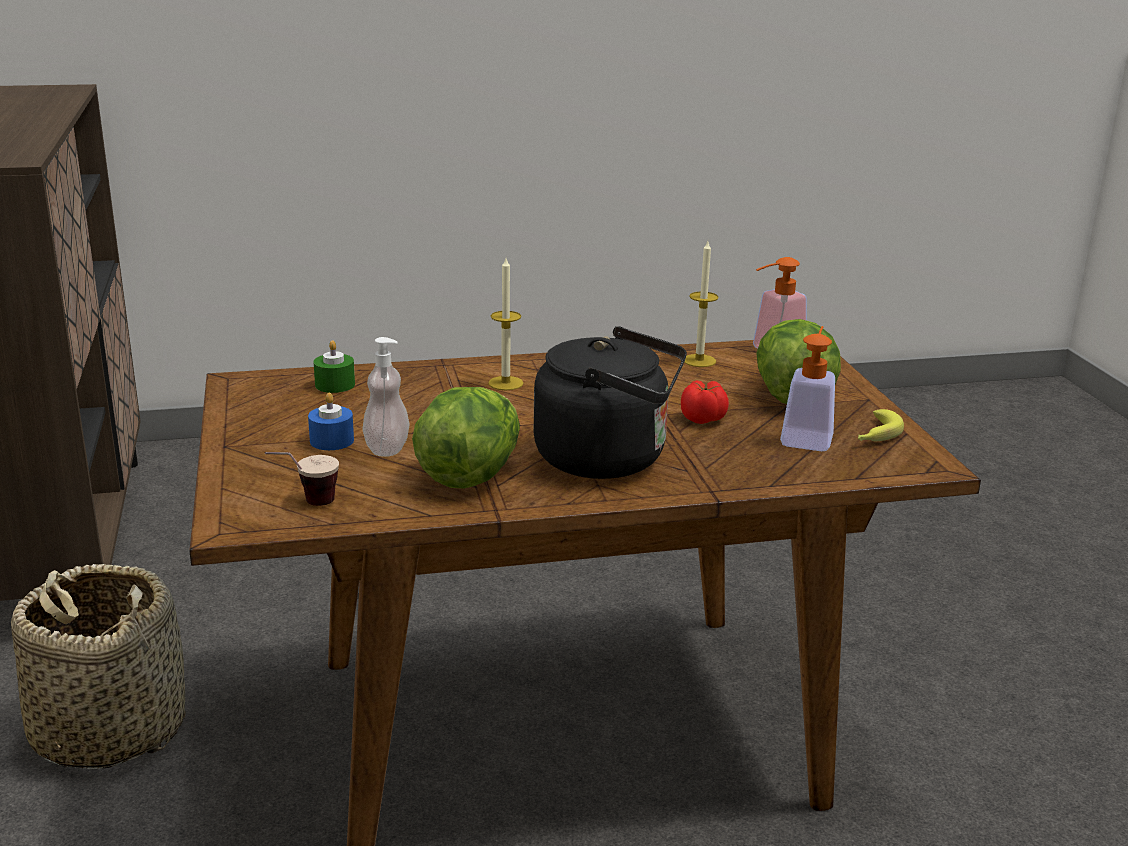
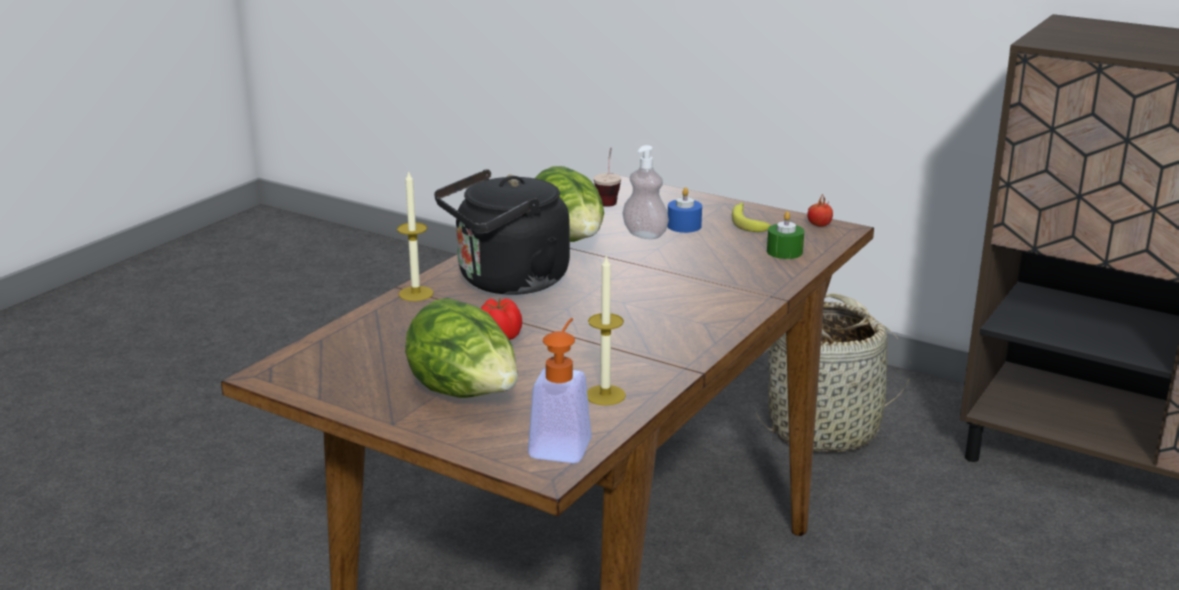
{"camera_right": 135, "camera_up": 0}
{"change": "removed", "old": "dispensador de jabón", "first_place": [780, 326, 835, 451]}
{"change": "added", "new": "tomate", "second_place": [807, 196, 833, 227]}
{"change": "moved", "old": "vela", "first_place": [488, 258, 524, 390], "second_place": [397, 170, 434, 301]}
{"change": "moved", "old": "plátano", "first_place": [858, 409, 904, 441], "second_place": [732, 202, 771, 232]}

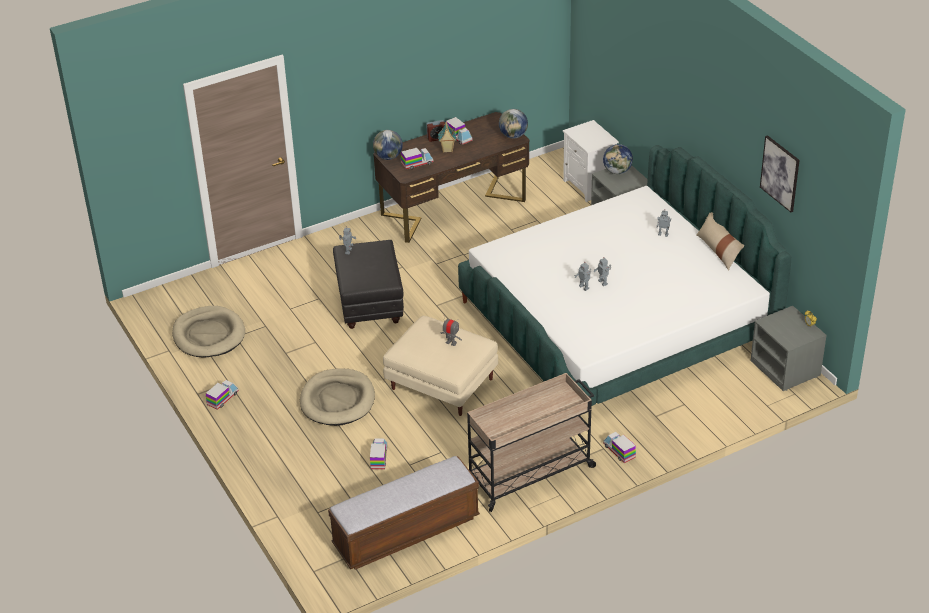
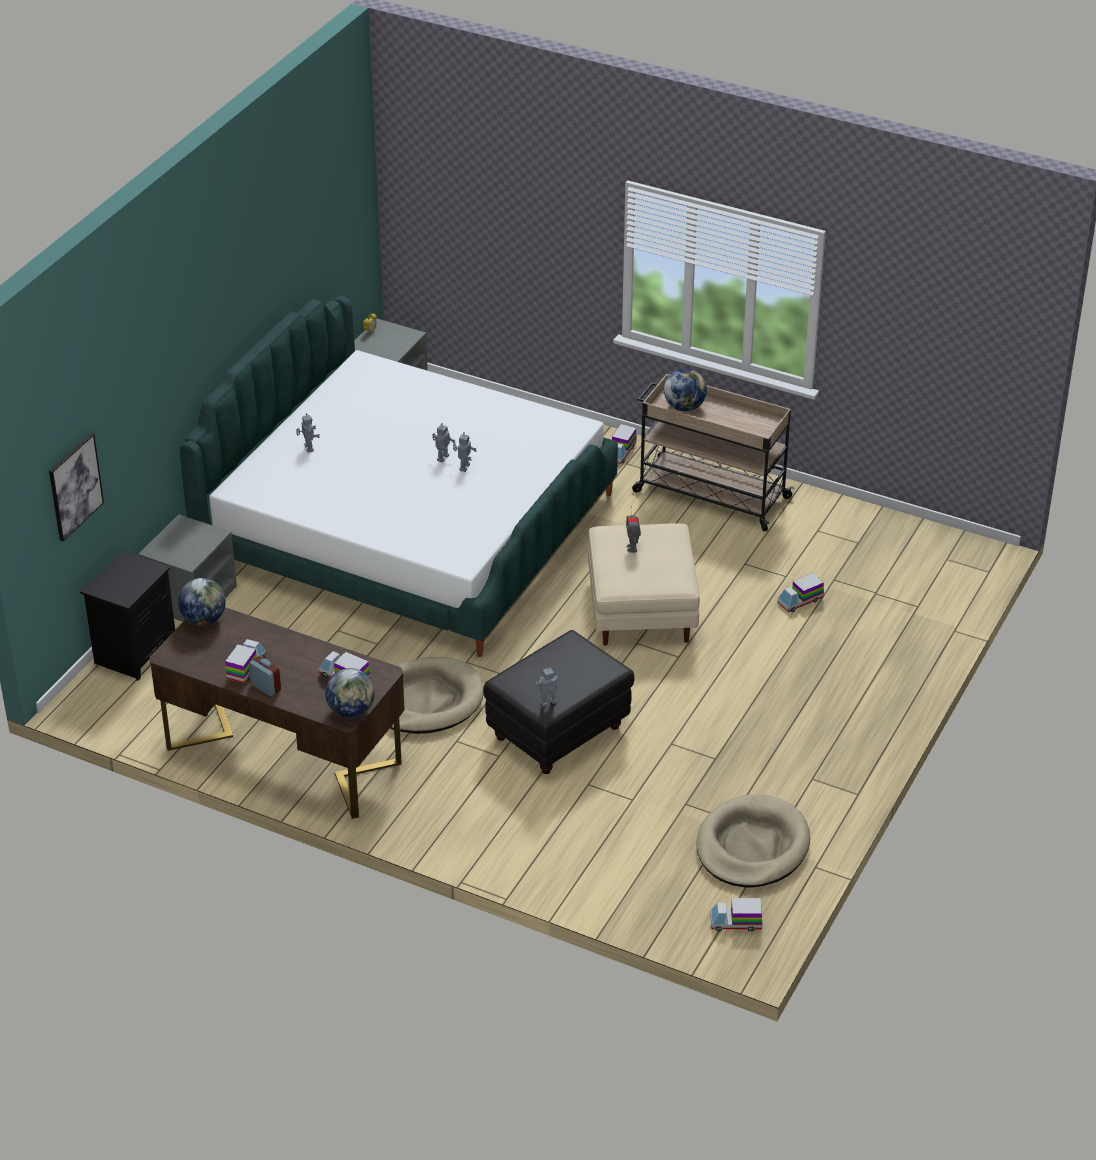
{"camera_right": -125, "camera_up": 0}
{"change": "removed", "old": "banco", "first_place": [328, 456, 480, 570]}
{"change": "removed", "old": "casita", "first_place": [438, 122, 456, 153]}
{"change": "removed", "old": "cojín [beis]", "first_place": [696, 212, 744, 270]}
{"change": "moved", "old": "camión de juguete", "first_place": [206, 380, 239, 410], "second_place": [710, 898, 762, 931]}
{"change": "moved", "old": "cama para perro [beis]", "first_place": [300, 368, 375, 426], "second_place": [390, 657, 484, 734]}
{"change": "moved", "old": "globo terráqueo", "first_place": [603, 144, 633, 174], "second_place": [664, 369, 707, 411]}
{"change": "moved", "old": "cuadro", "first_place": [760, 135, 800, 212], "second_place": [49, 433, 104, 541]}
{"change": "recoloured", "old": "mesita de noche [blanco]", "new": "mesita de noche [negro]", "first_place": [563, 120, 619, 202], "second_place": [80, 551, 175, 681]}

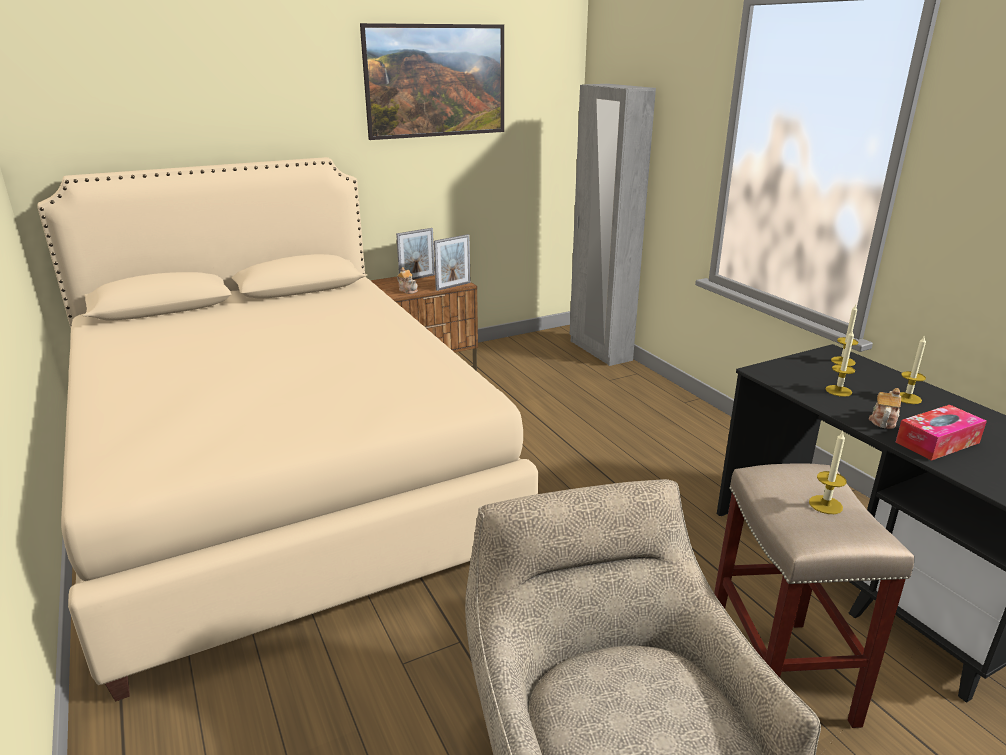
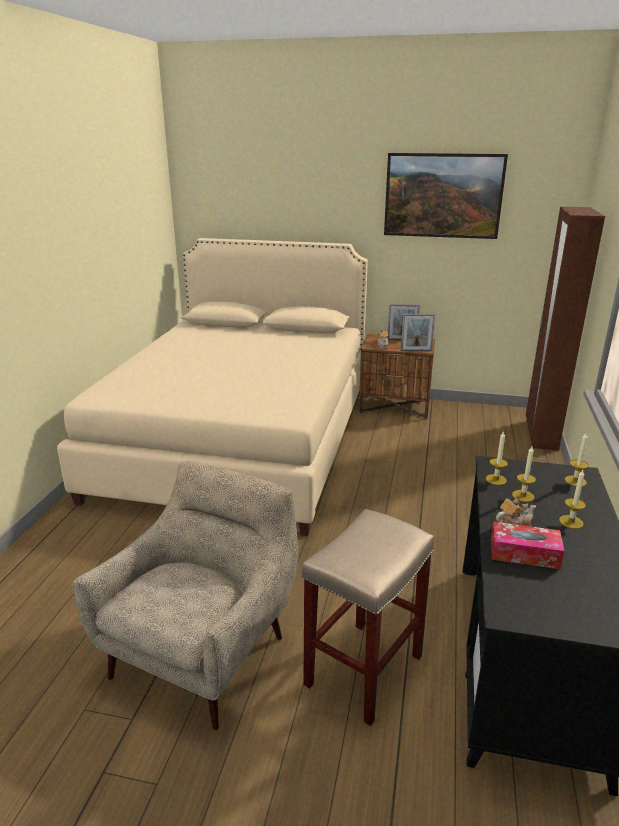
{"camera_right": 40, "camera_up": 0}
{"change": "moved", "old": "vela", "first_place": [809, 431, 847, 514], "second_place": [486, 431, 508, 485]}
{"change": "recoloured", "old": "armario ropero [gris]", "new": "armario ropero [marrón]", "first_place": [570, 84, 656, 366], "second_place": [526, 207, 605, 451]}

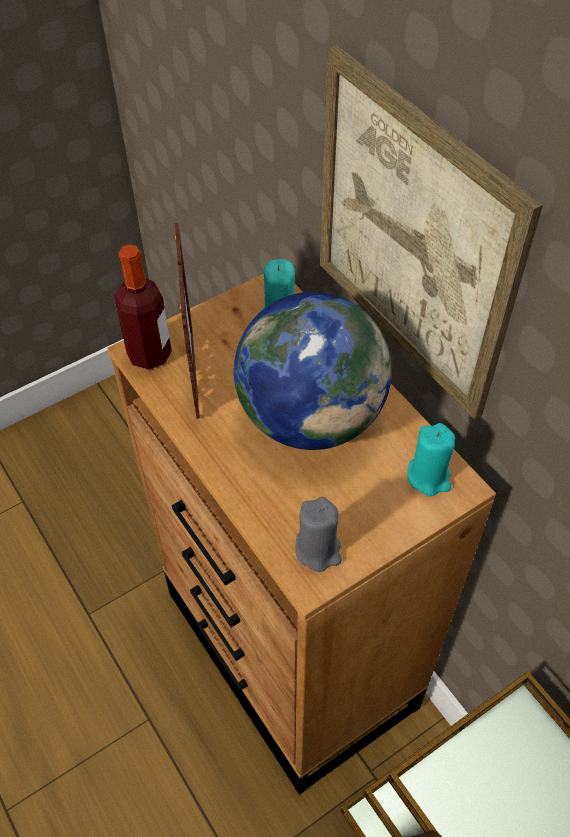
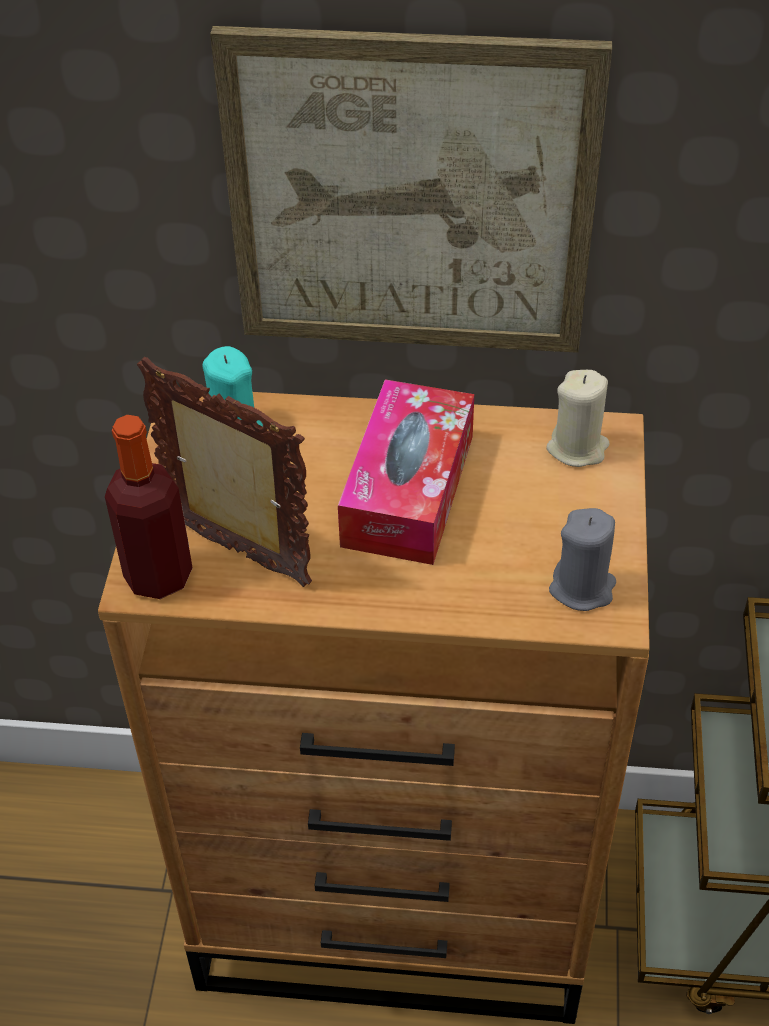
{"camera_right": -50, "camera_up": -5}
{"change": "replaced", "old": "globo terráqueo", "new": "caja de pañuelos", "first_place": [234, 292, 392, 450], "second_place": [338, 379, 474, 565]}
{"change": "recoloured", "old": "vela [turquesa]", "new": "vela [beis]", "first_place": [408, 423, 455, 496], "second_place": [547, 370, 609, 467]}

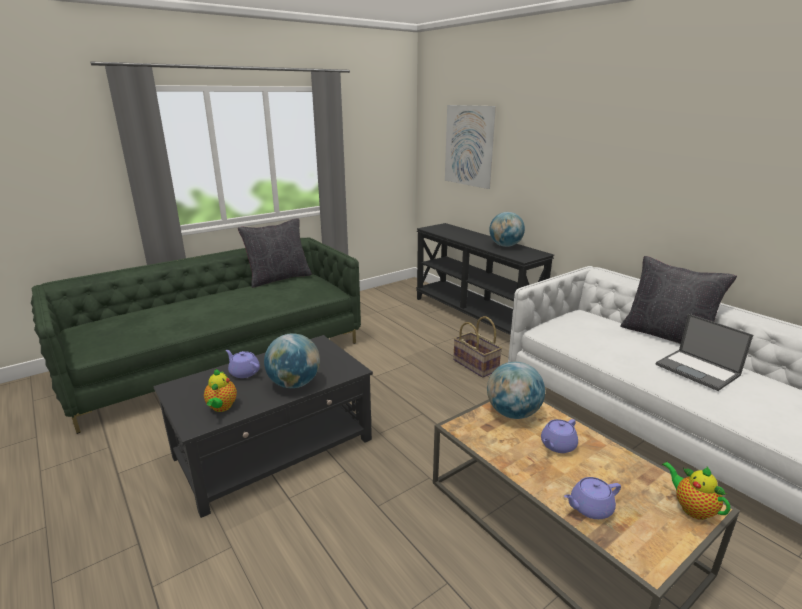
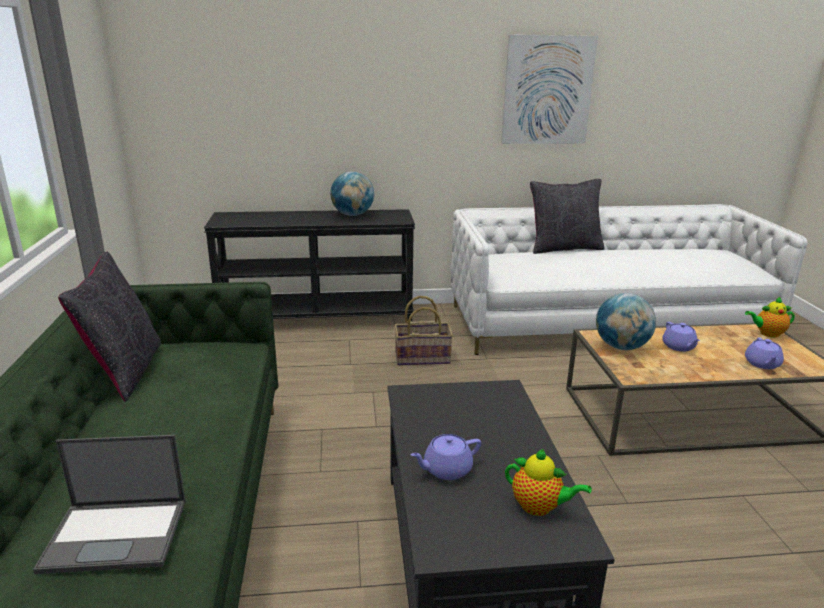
{"camera_right": -60, "camera_up": 0}
{"change": "removed", "old": "globo terráqueo", "first_place": [264, 333, 320, 388]}
{"change": "moved", "old": "cuadro", "first_place": [445, 105, 496, 189], "second_place": [501, 35, 598, 144]}
{"change": "moved", "old": "portátil", "first_place": [655, 314, 753, 391], "second_place": [33, 435, 186, 574]}

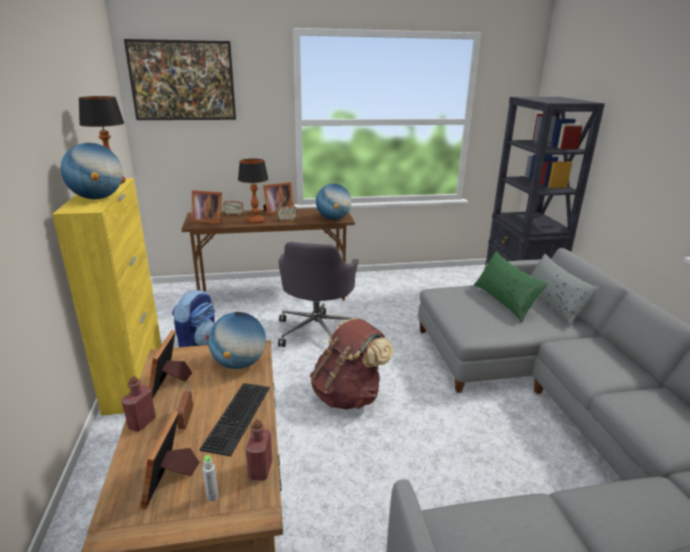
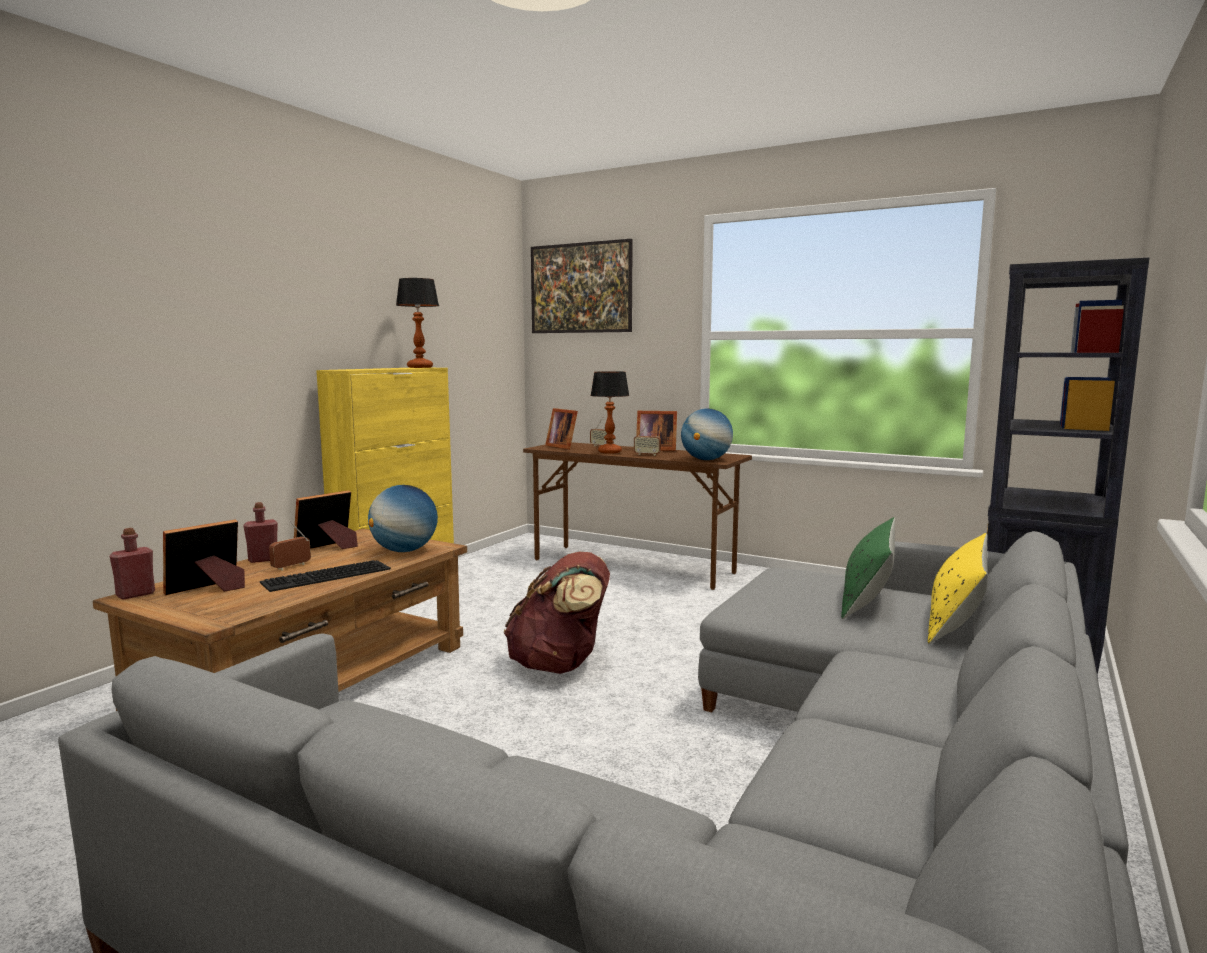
{"camera_right": 40, "camera_up": -15}
{"change": "removed", "old": "globo terráqueo", "first_place": [61, 143, 123, 199]}
{"change": "removed", "old": "mochila", "first_place": [172, 290, 215, 347]}
{"change": "removed", "old": "botella [gris]", "first_place": [203, 455, 218, 501]}
{"change": "removed", "old": "silla de oficina [gris]", "first_place": [278, 242, 359, 347]}
{"change": "moved", "old": "botella [rojo]", "first_place": [246, 420, 272, 481], "second_place": [109, 528, 155, 600]}
{"change": "recoloured", "old": "cojín [gris]", "new": "cojín [amarillo]", "first_place": [530, 254, 599, 326], "second_place": [928, 533, 988, 644]}

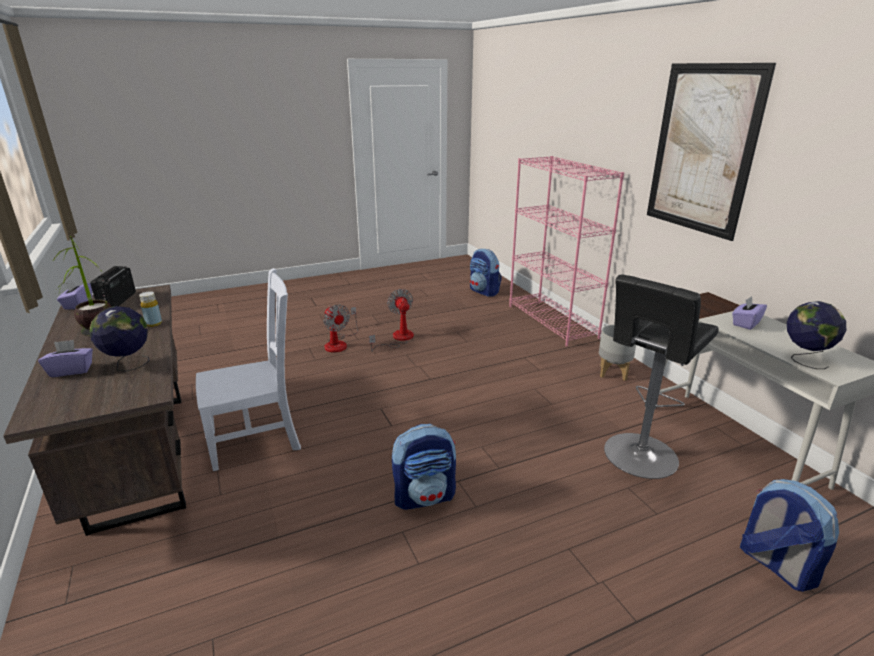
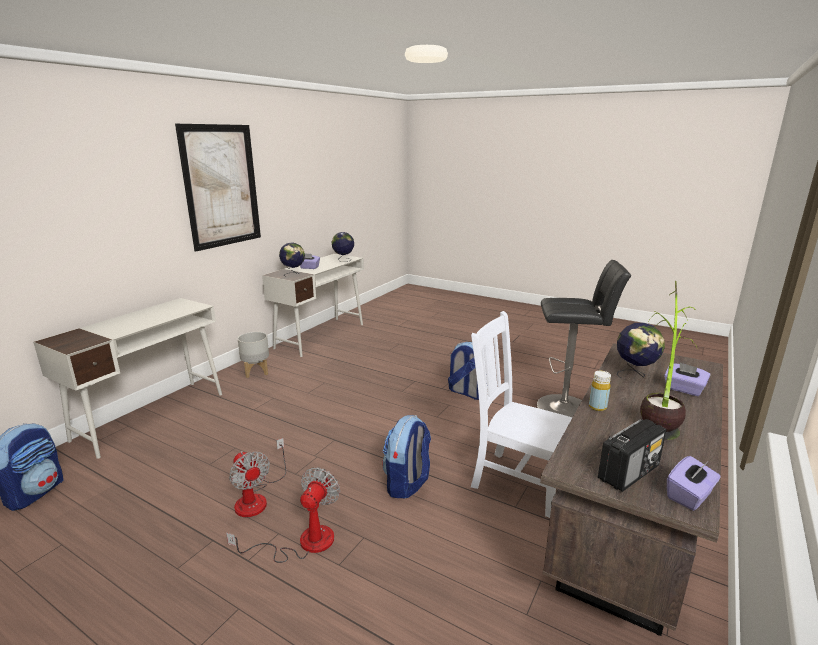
{"camera_right": -125, "camera_up": -5}
{"change": "added", "new": "globo terráqueo", "second_place": [279, 242, 305, 277]}
{"change": "moved", "old": "taburete [negro]", "first_place": [604, 275, 719, 479], "second_place": [537, 260, 631, 417]}
{"change": "moved", "old": "mochila", "first_place": [740, 479, 839, 592], "second_place": [382, 415, 431, 499]}
{"change": "replaced", "old": "estantería [rosa]", "new": "escritorio [blanco]", "first_place": [509, 156, 624, 347], "second_place": [33, 298, 222, 459]}
{"change": "turned", "old": "ventilador", "first_place": [369, 289, 414, 352], "second_place": [229, 438, 287, 517], "degrees": -75}

